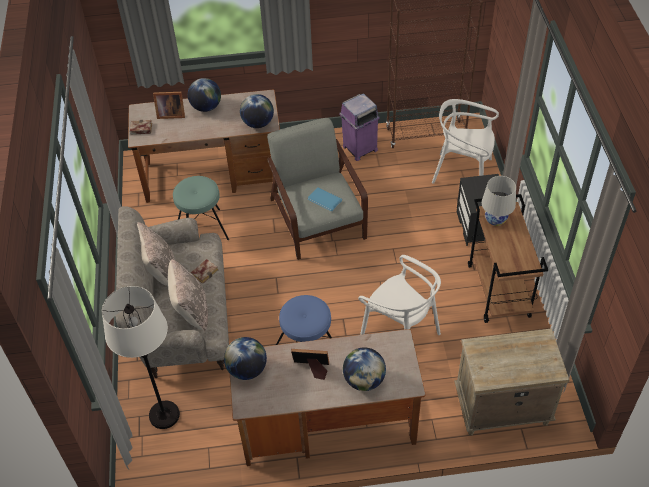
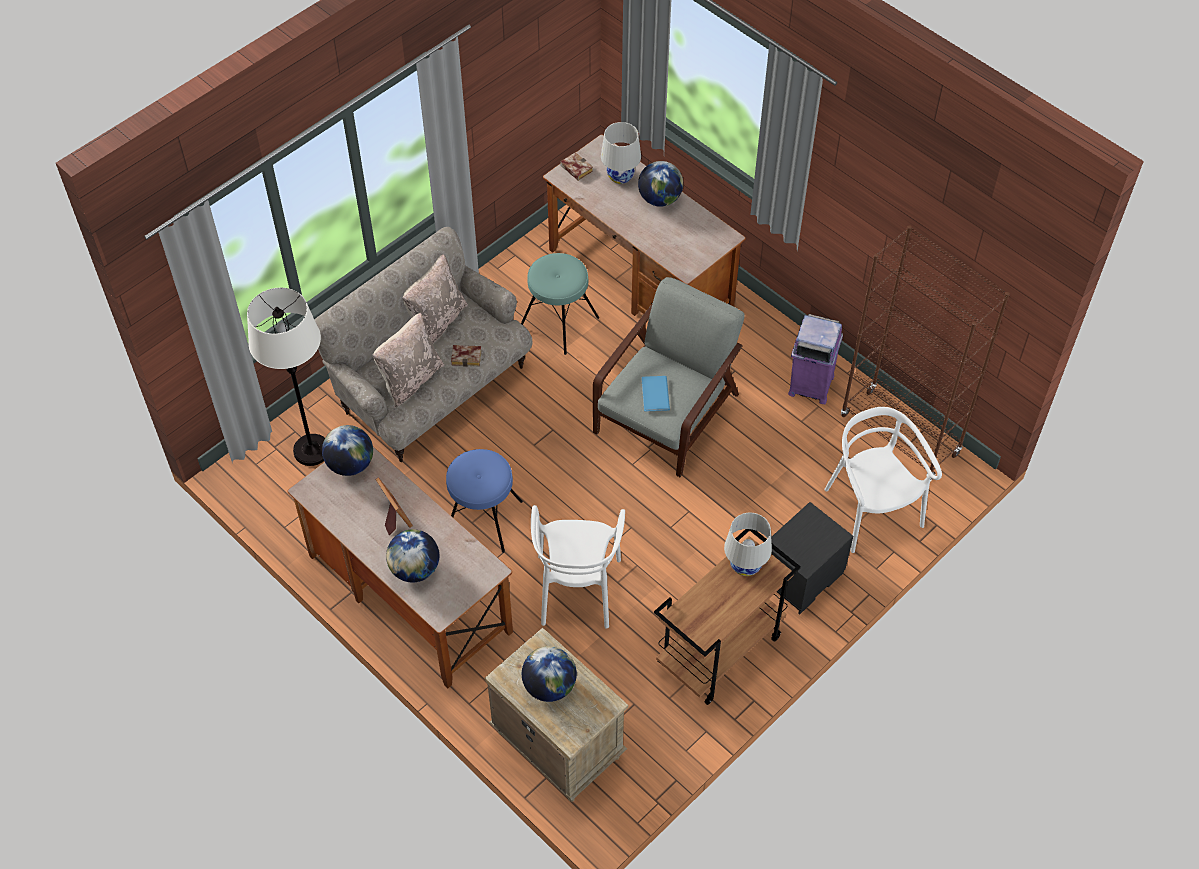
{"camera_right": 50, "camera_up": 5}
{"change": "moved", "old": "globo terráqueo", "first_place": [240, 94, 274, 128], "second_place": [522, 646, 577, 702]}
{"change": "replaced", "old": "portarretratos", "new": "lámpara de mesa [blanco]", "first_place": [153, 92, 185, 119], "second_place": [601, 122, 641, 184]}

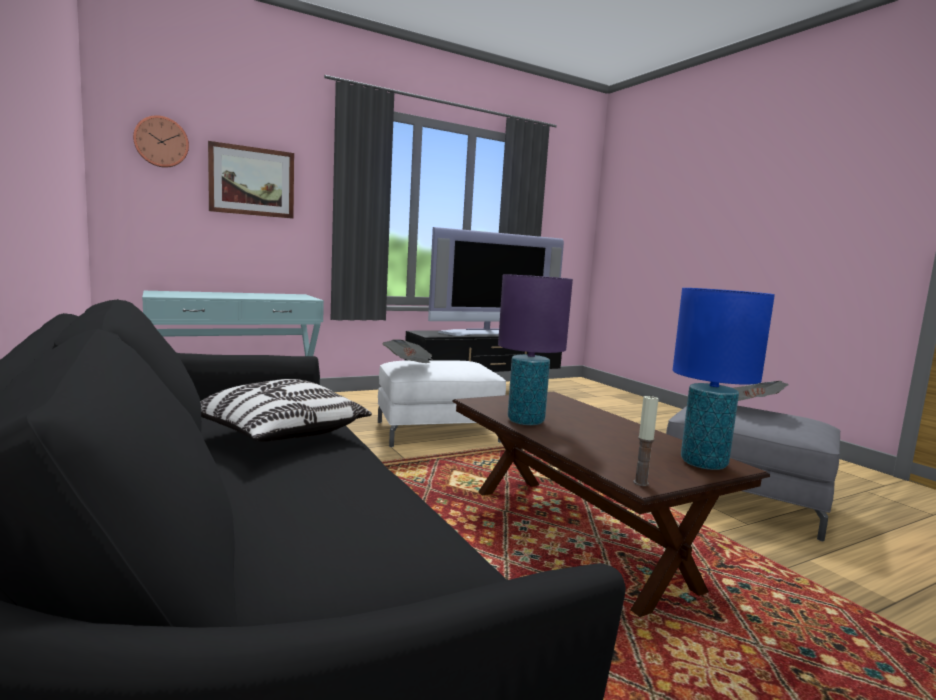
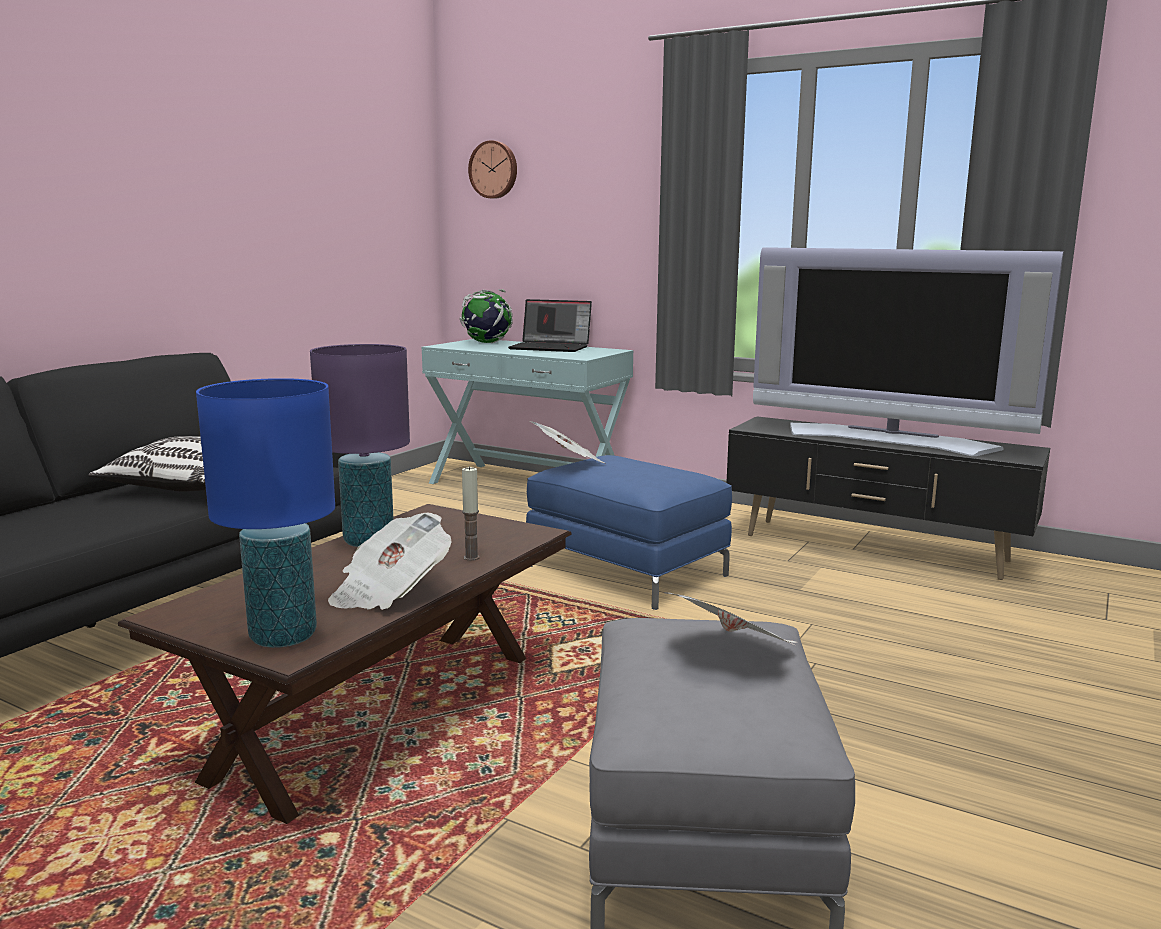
{"camera_right": 60, "camera_up": 5}
{"change": "removed", "old": "cuadro", "first_place": [208, 141, 294, 219]}
{"change": "added", "new": "periódico", "second_place": [328, 513, 451, 610]}
{"change": "added", "new": "globo terráqueo", "second_place": [460, 289, 513, 343]}
{"change": "added", "new": "portátil", "second_place": [508, 299, 592, 352]}
{"change": "moved", "old": "vela", "first_place": [633, 395, 659, 486], "second_place": [462, 466, 480, 561]}
{"change": "recoloured", "old": "puf [blanco]", "new": "puf [azul]", "first_place": [378, 360, 506, 447], "second_place": [526, 455, 732, 610]}

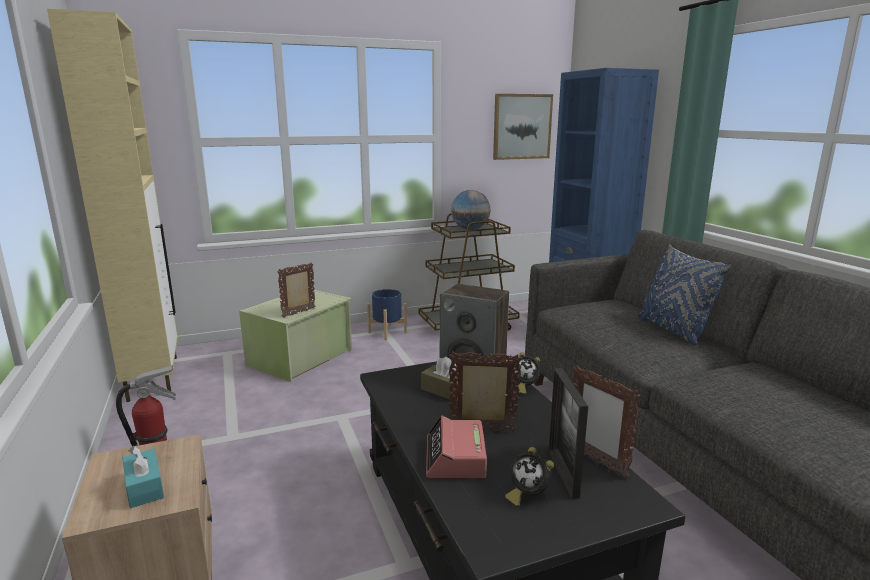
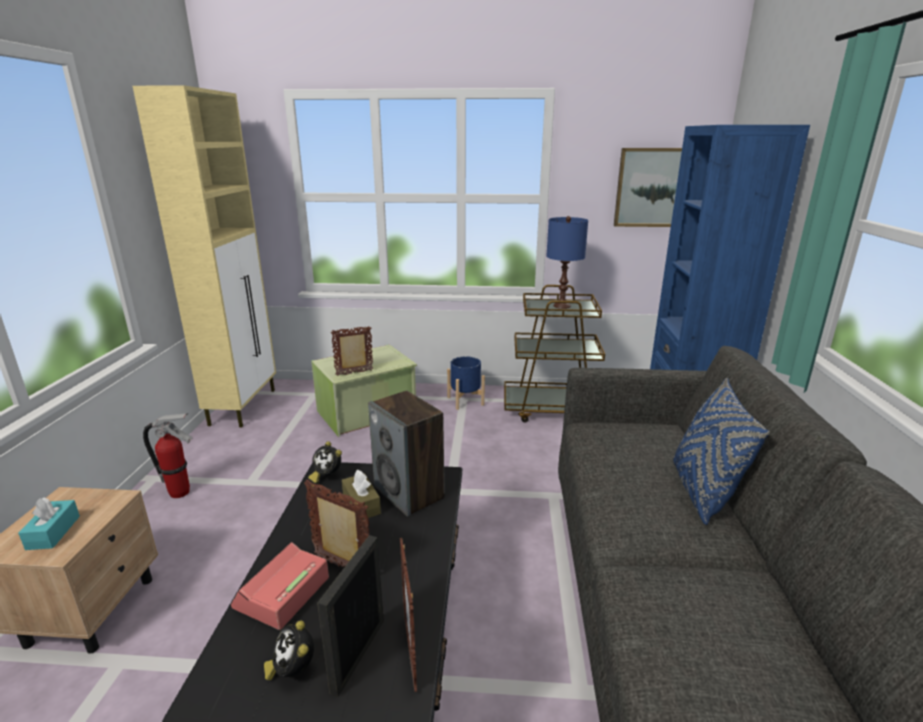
{"camera_right": 25, "camera_up": 5}
{"change": "moved", "old": "despertador", "first_place": [512, 352, 541, 395], "second_place": [308, 441, 342, 484]}
{"change": "replaced", "old": "globo terráqueo", "new": "lámpara de mesa [azul]", "first_place": [451, 190, 491, 230], "second_place": [546, 216, 588, 309]}

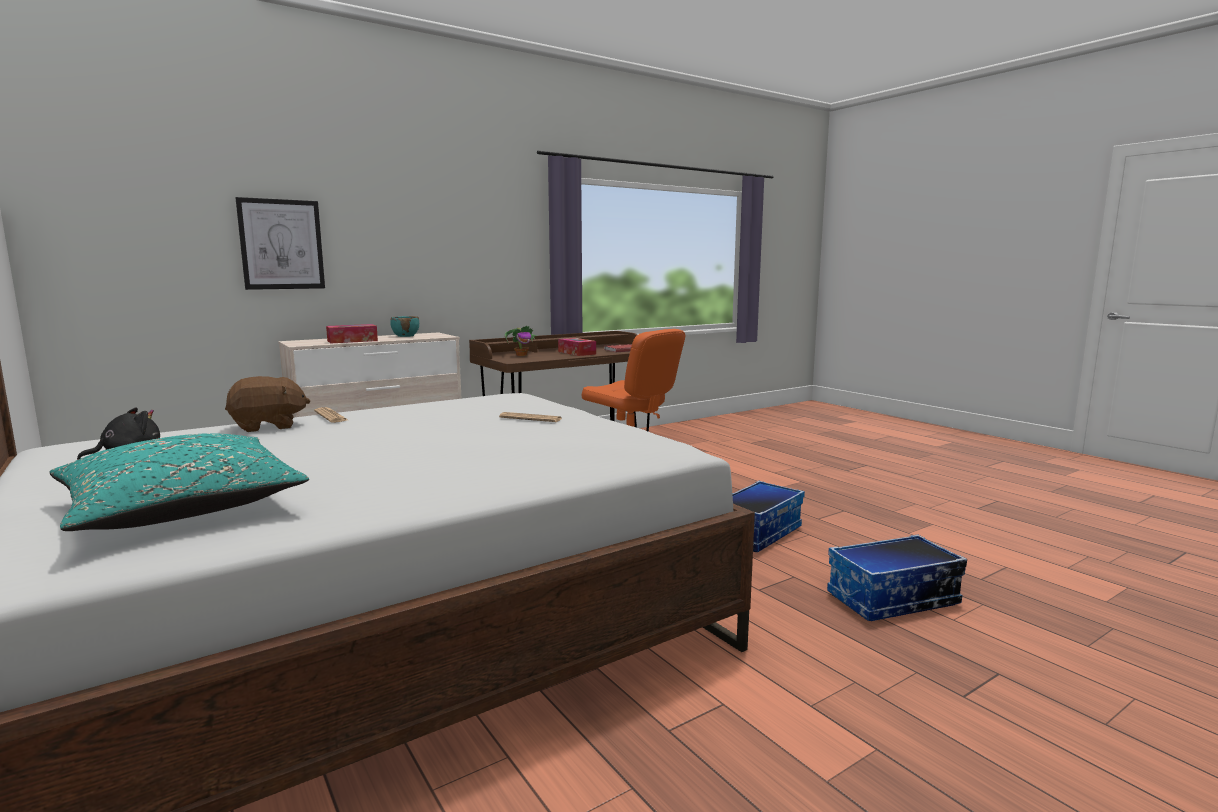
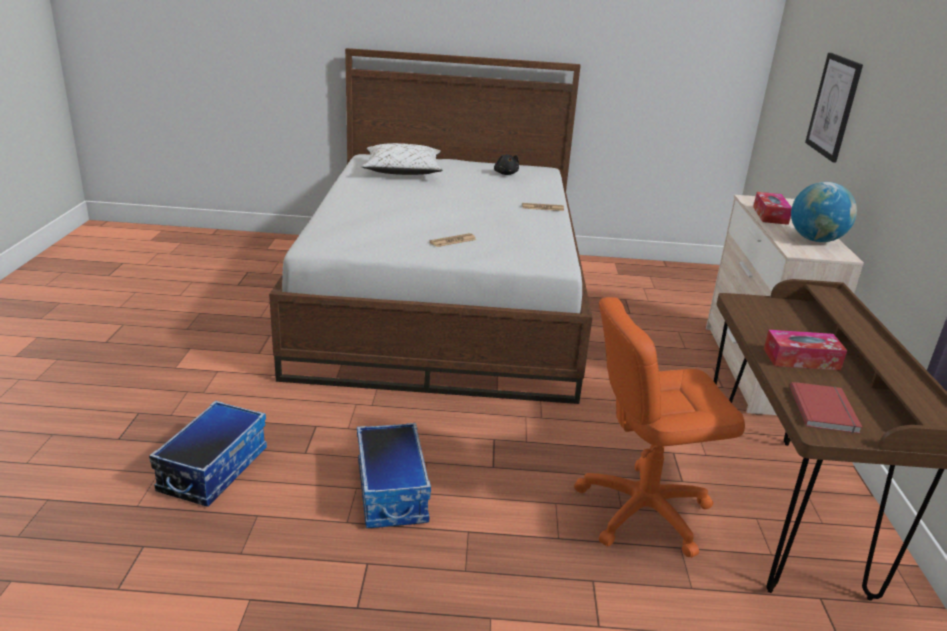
{"camera_right": 125, "camera_up": 15}
{"change": "removed", "old": "peluche [marrón]", "first_place": [225, 376, 310, 432]}
{"change": "removed", "old": "planta en maceta", "first_place": [505, 326, 536, 356]}
{"change": "replaced", "old": "cuenco [turquesa]", "new": "globo terráqueo", "first_place": [391, 316, 419, 337], "second_place": [791, 182, 857, 242]}
{"change": "recoloured", "old": "cojín [turquesa]", "new": "cojín [blanco]", "first_place": [49, 433, 309, 531], "second_place": [361, 143, 443, 175]}

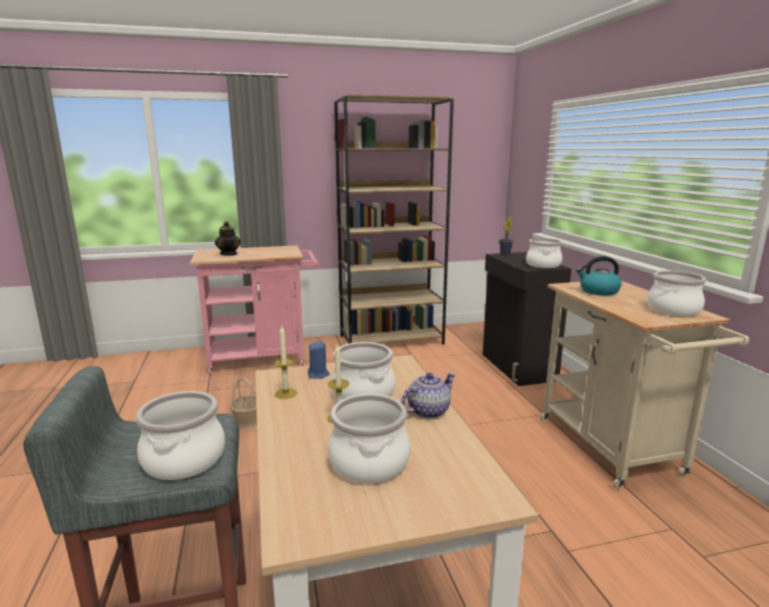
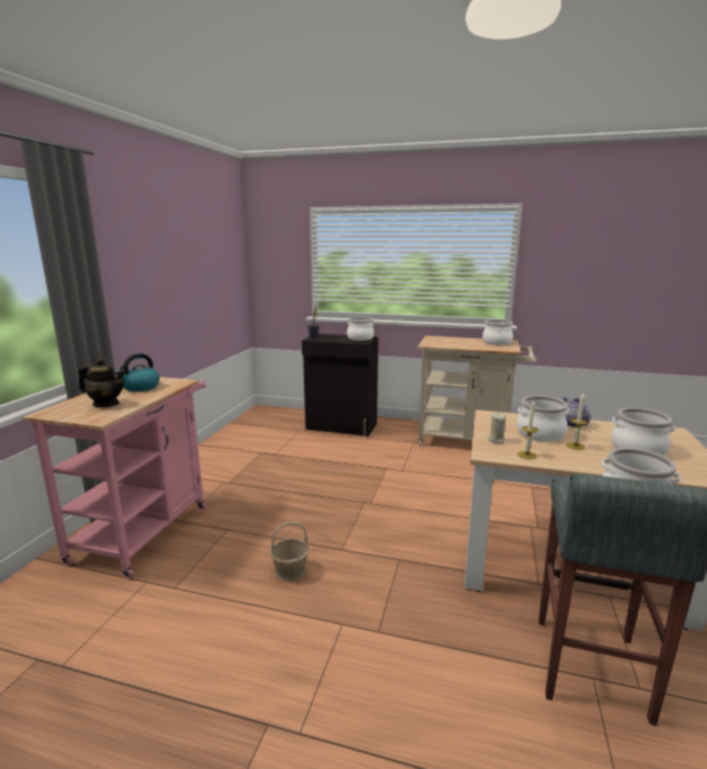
{"camera_right": -60, "camera_up": 0}
{"change": "removed", "old": "estantería [marrón]", "first_place": [334, 94, 454, 345]}
{"change": "moved", "old": "hervidor", "first_place": [576, 256, 622, 296], "second_place": [115, 353, 160, 392]}
{"change": "recoloured", "old": "vela [azul]", "new": "vela [beis]", "first_place": [308, 341, 330, 379], "second_place": [488, 412, 506, 443]}

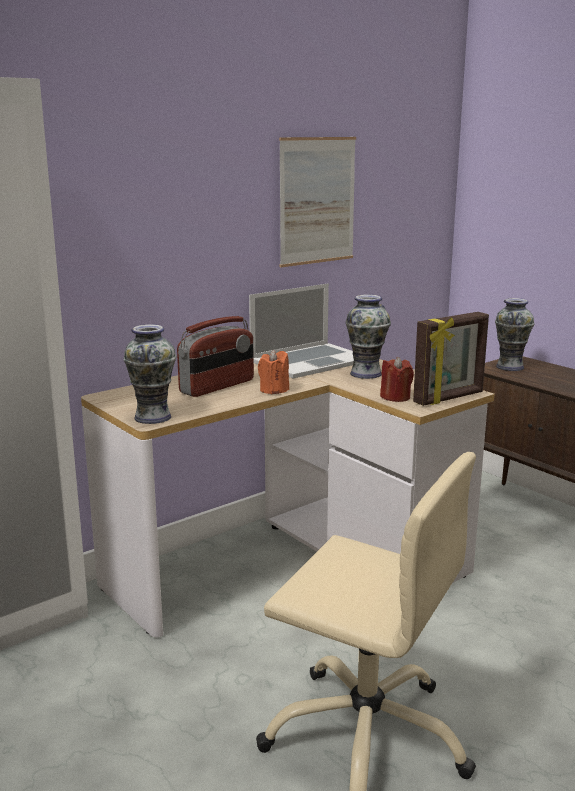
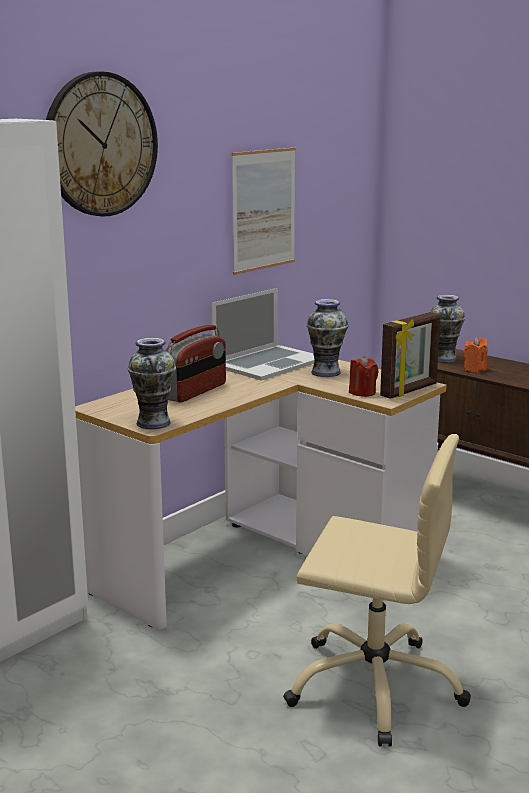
{"camera_right": -10, "camera_up": 0}
{"change": "added", "new": "reloj de pared", "second_place": [46, 72, 158, 217]}
{"change": "moved", "old": "vela [naranja]", "first_place": [258, 350, 289, 394], "second_place": [464, 337, 488, 372]}

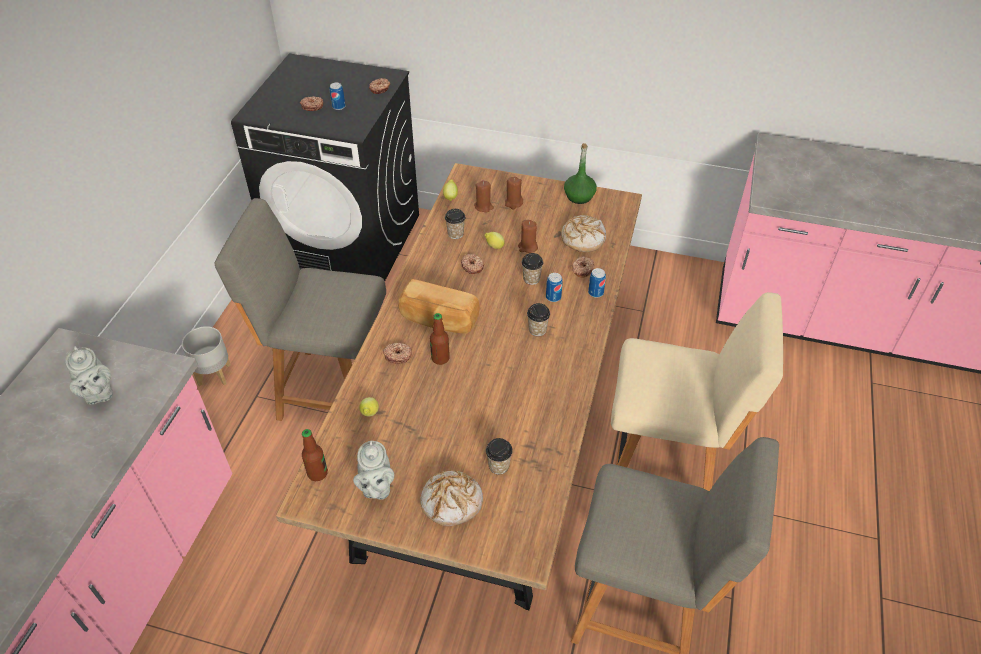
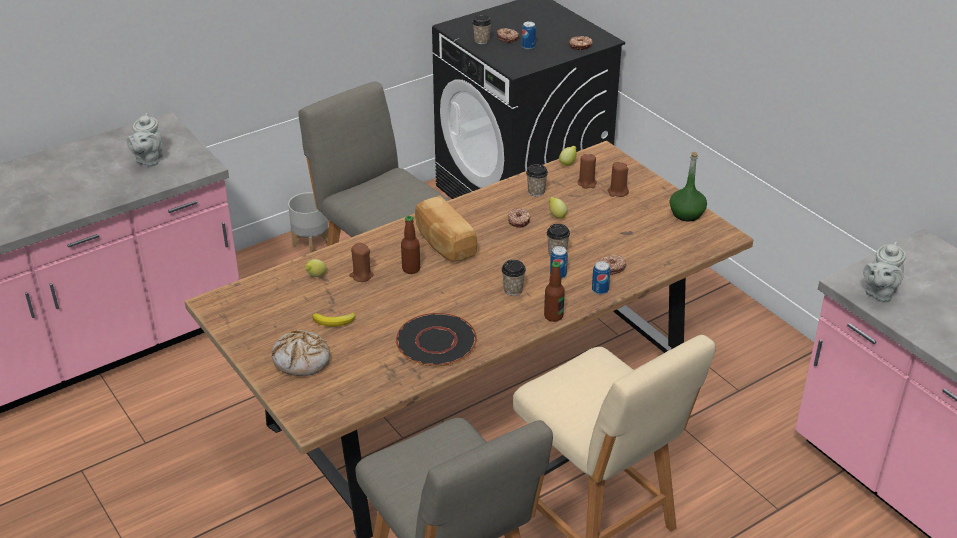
{"camera_right": 40, "camera_up": -10}
{"change": "removed", "old": "rosquilla", "first_place": [383, 343, 412, 364]}
{"change": "removed", "old": "pan", "first_place": [561, 215, 606, 252]}
{"change": "added", "new": "plátano", "second_place": [312, 312, 355, 327]}
{"change": "added", "new": "plato [negro]", "second_place": [396, 313, 477, 366]}
{"change": "moved", "old": "botella", "first_place": [302, 429, 328, 481], "second_place": [544, 262, 565, 322]}
{"change": "moved", "old": "tetera [gris]", "first_place": [353, 441, 394, 500], "second_place": [863, 242, 906, 303]}
{"change": "moved", "old": "taza", "first_place": [486, 438, 513, 474], "second_place": [472, 15, 492, 44]}
{"change": "moved", "old": "vela [marrón]", "first_place": [518, 220, 538, 253], "second_place": [349, 243, 374, 282]}

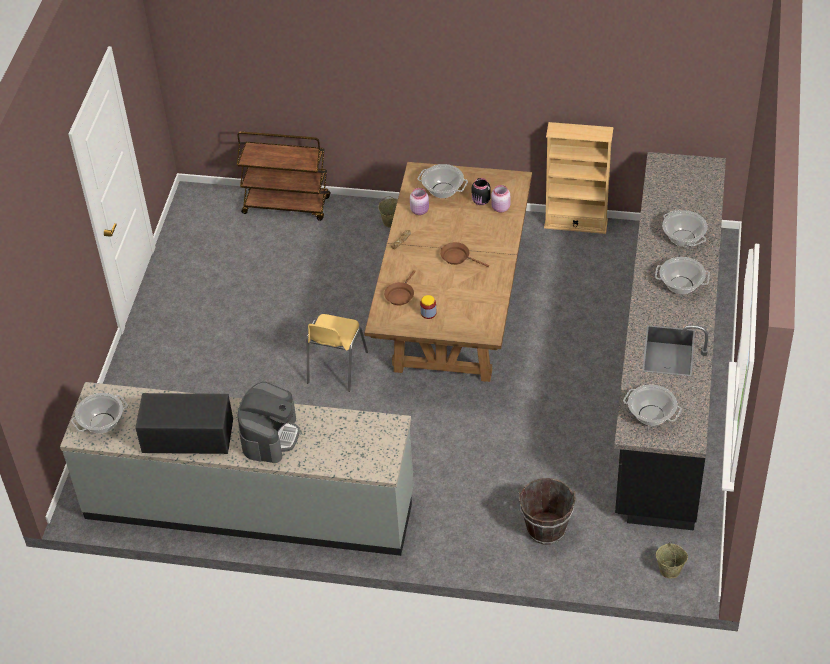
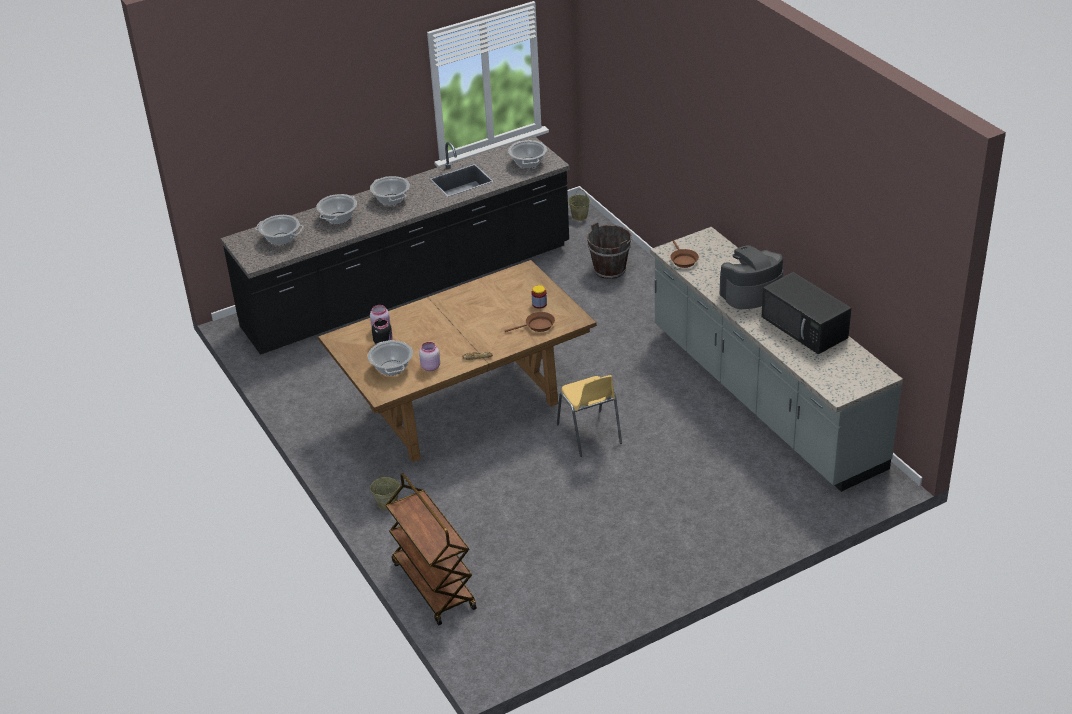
{"camera_right": -130, "camera_up": -10}
{"change": "removed", "old": "estantería [beis]", "first_place": [544, 122, 613, 234]}
{"change": "moved", "old": "olla", "first_place": [71, 393, 128, 433], "second_place": [255, 215, 304, 245]}
{"change": "moved", "old": "sartén [marrón]", "first_place": [440, 242, 489, 267], "second_place": [670, 241, 699, 268]}
{"change": "turned", "old": "silla [amarillo]", "first_place": [307, 314, 368, 392], "second_place": [557, 375, 622, 457], "degrees": 90}

